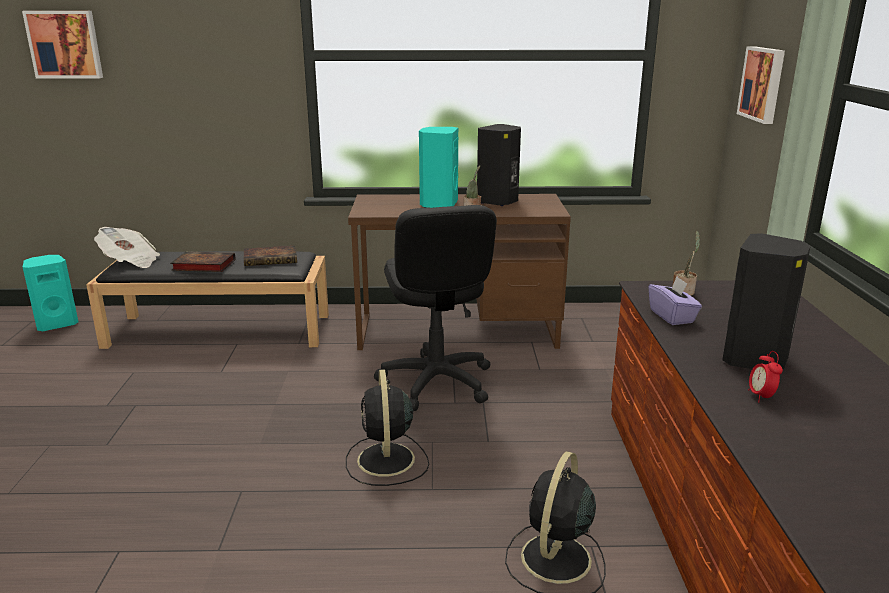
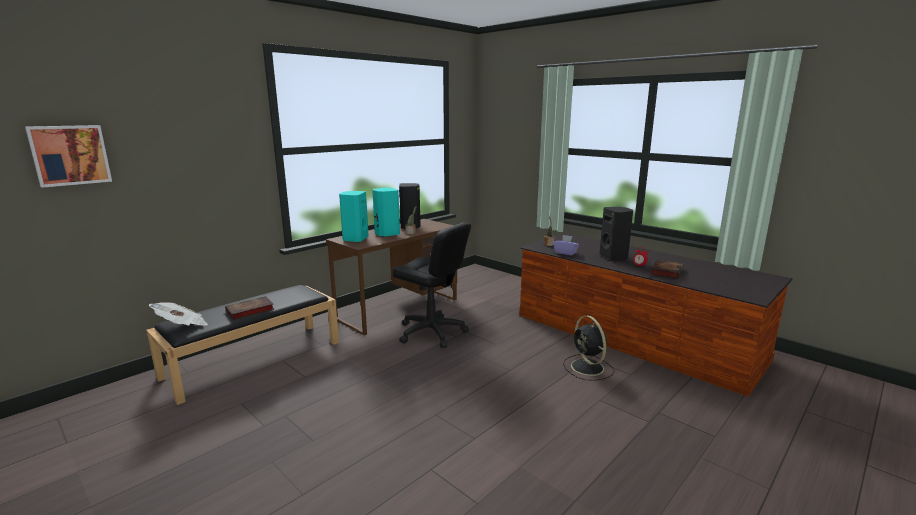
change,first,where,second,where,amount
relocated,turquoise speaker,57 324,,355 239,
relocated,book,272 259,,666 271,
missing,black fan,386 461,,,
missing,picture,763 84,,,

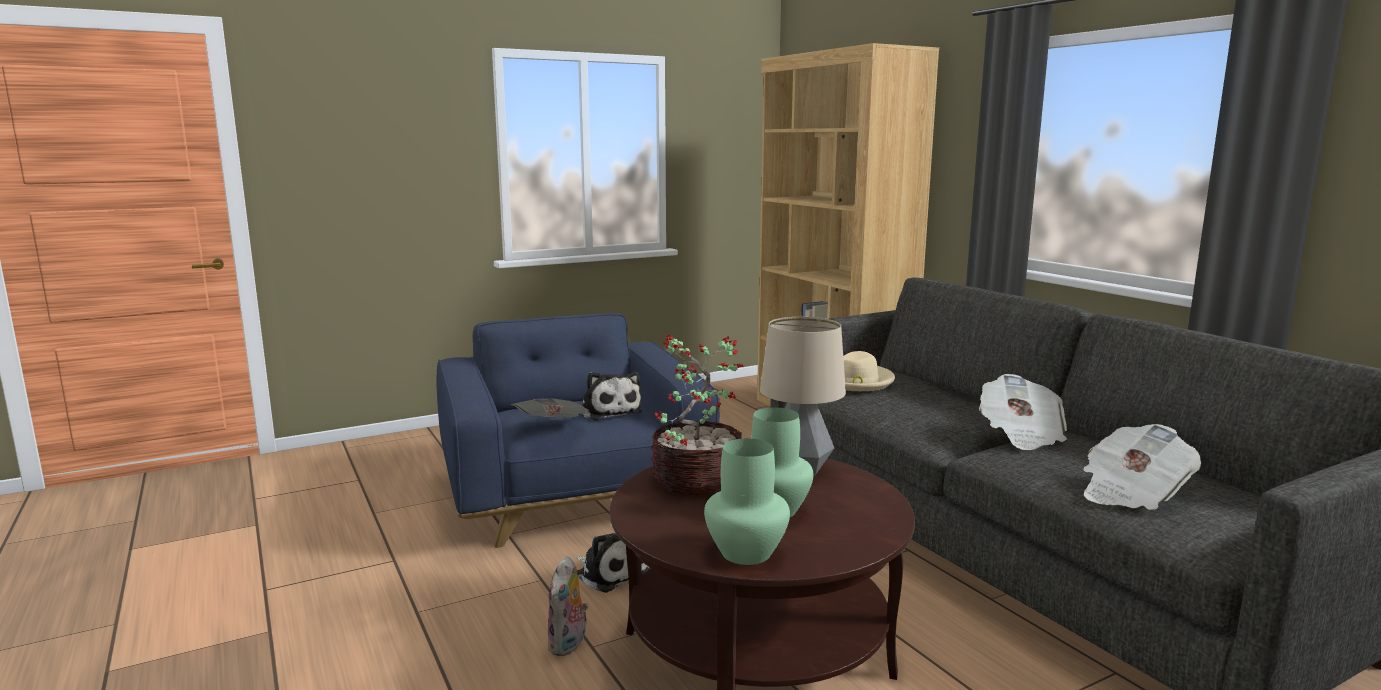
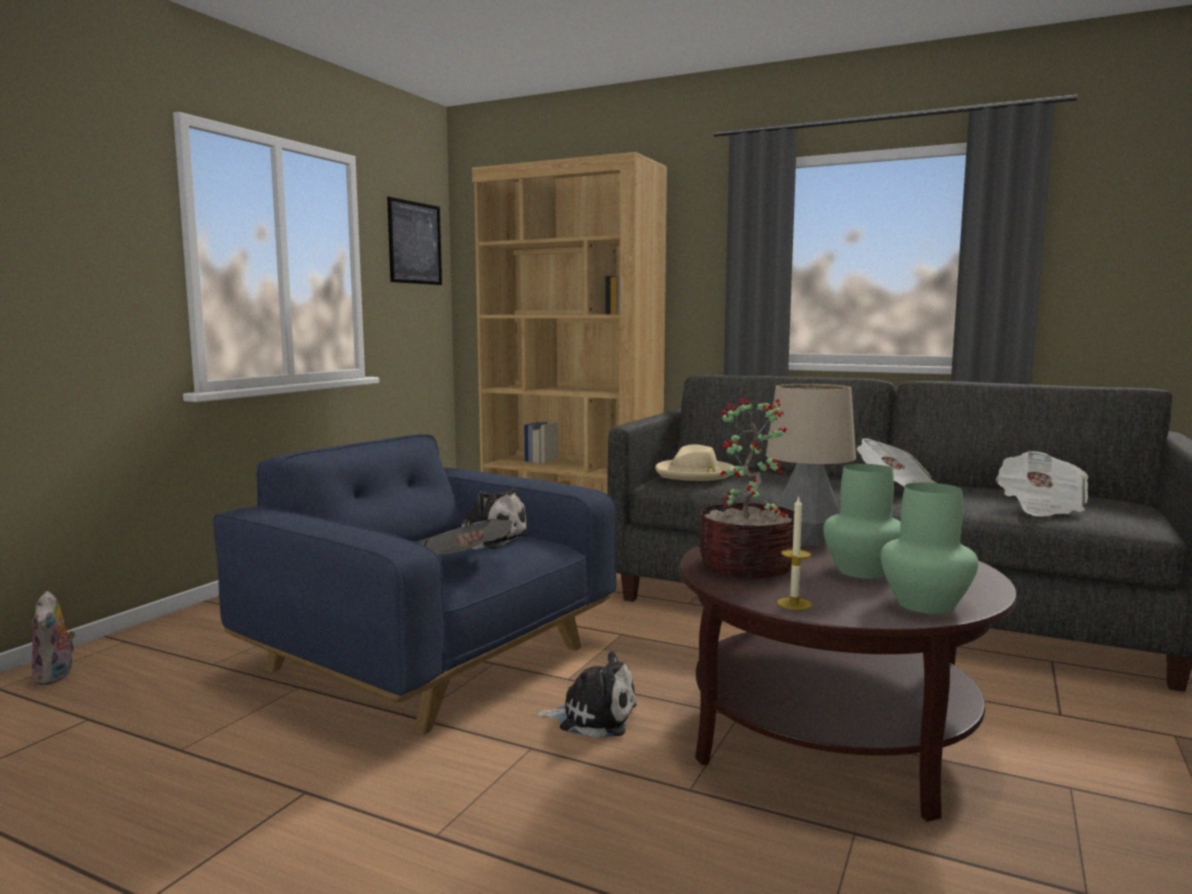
change,first,where,second,where,amount
relocated,plush toy,569 645,,56 676,
appeared,,,picture,415 243,
appeared,,,candle,794 604,

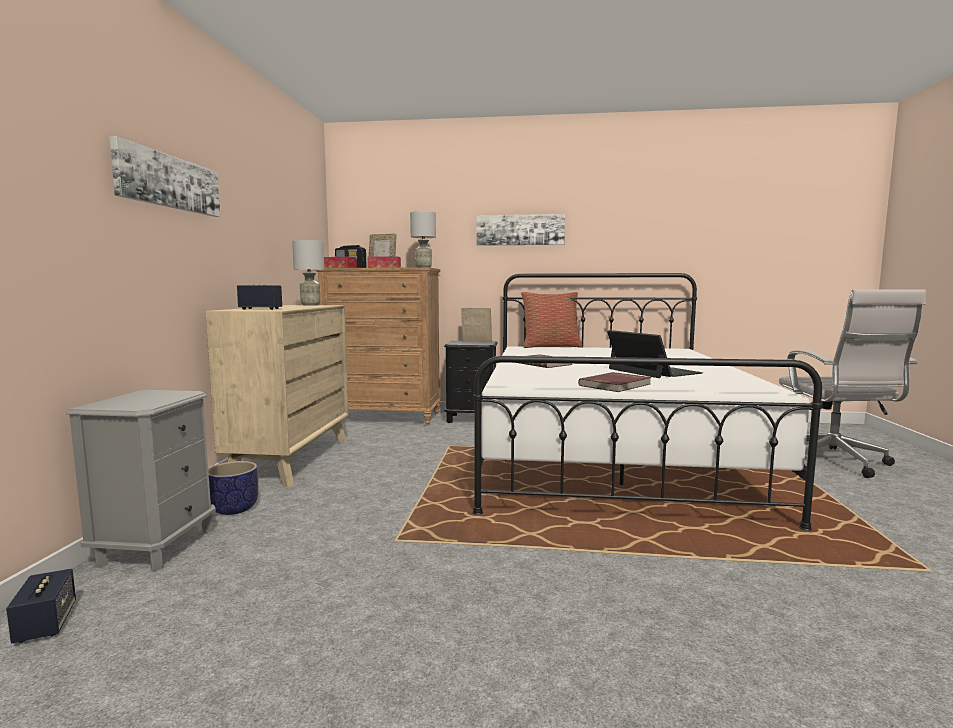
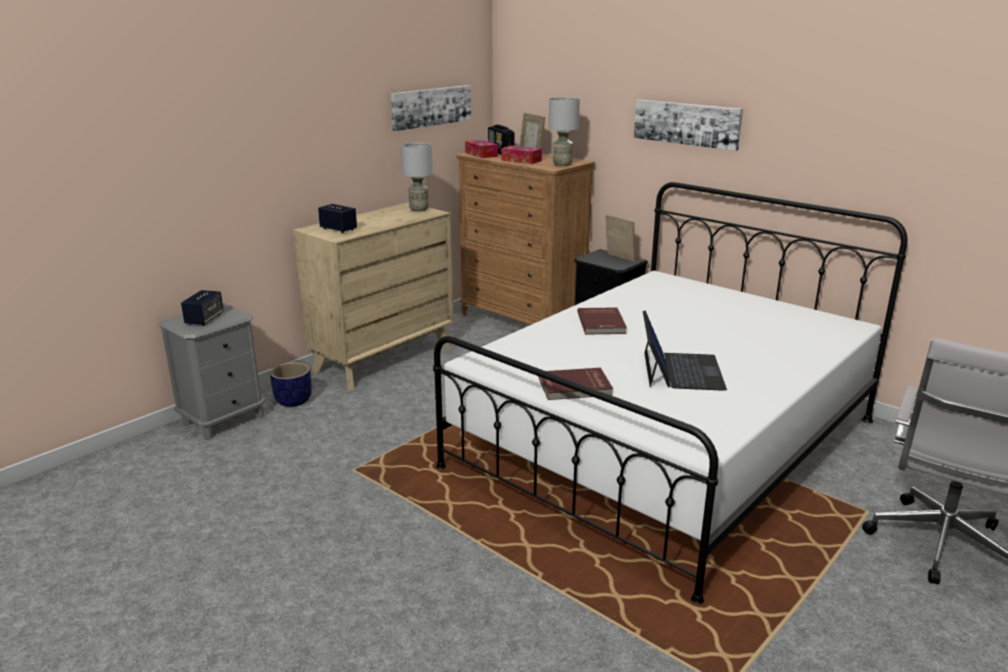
change,first,where,second,where,amount
relocated,speaker,46 624,,204 319,
relocated,picture,169 182,,431 107,
missing,pillow,550 346,,,

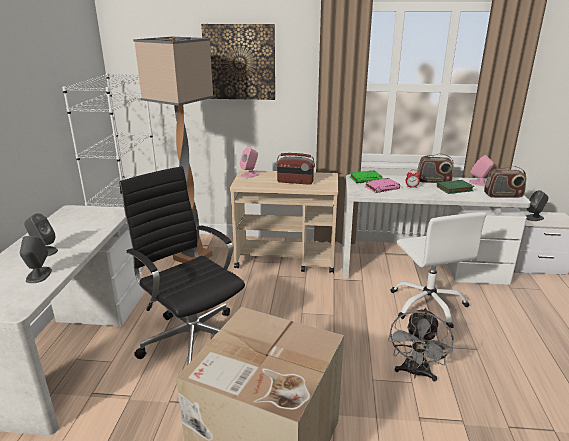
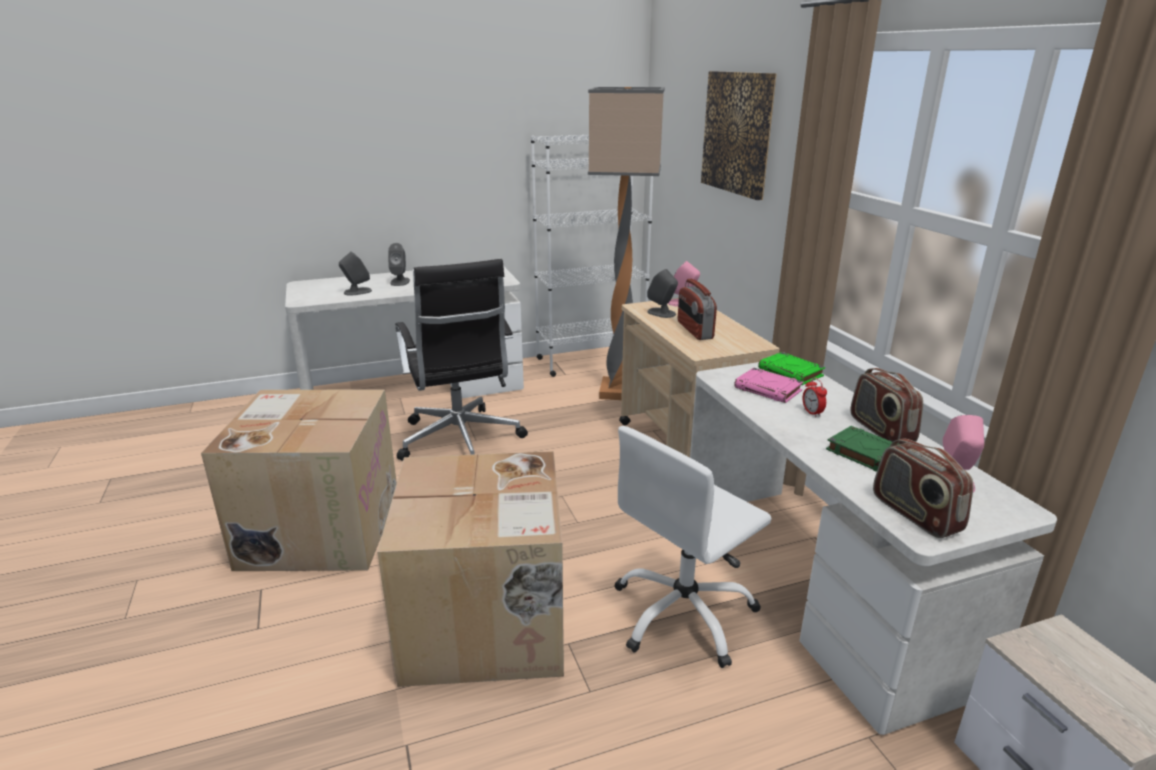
change,first,where,second,where,amount
exchanged,grey fan,415 373,cardboard box,487 623,
spun,black office chair,192 340,,460 441,135 degrees clockwise
relocated,grey speaker,534 217,,661 313,

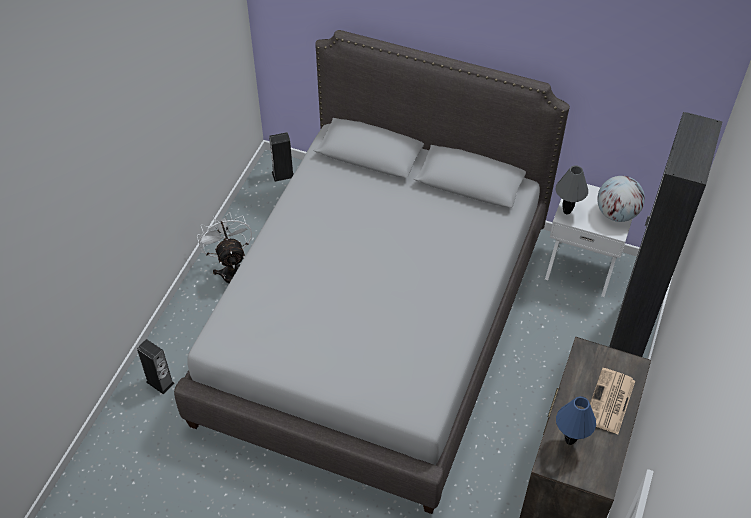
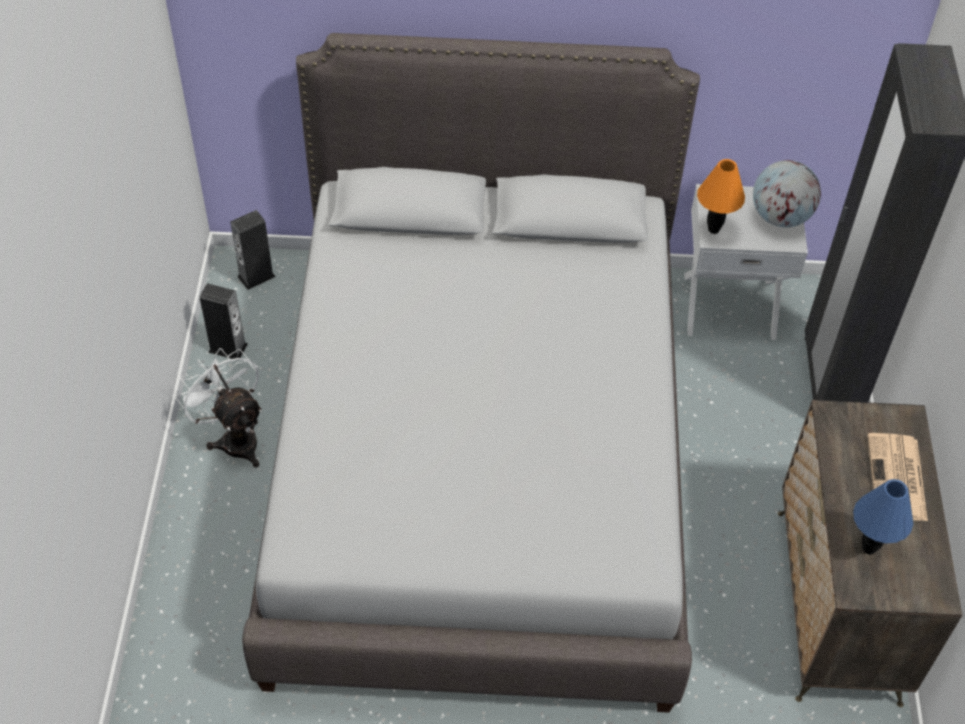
change,first,where,second,where,amount
relocated,speaker,160 382,,228 348,
colour,grey table lamp,566 211,orange table lamp,713 229,

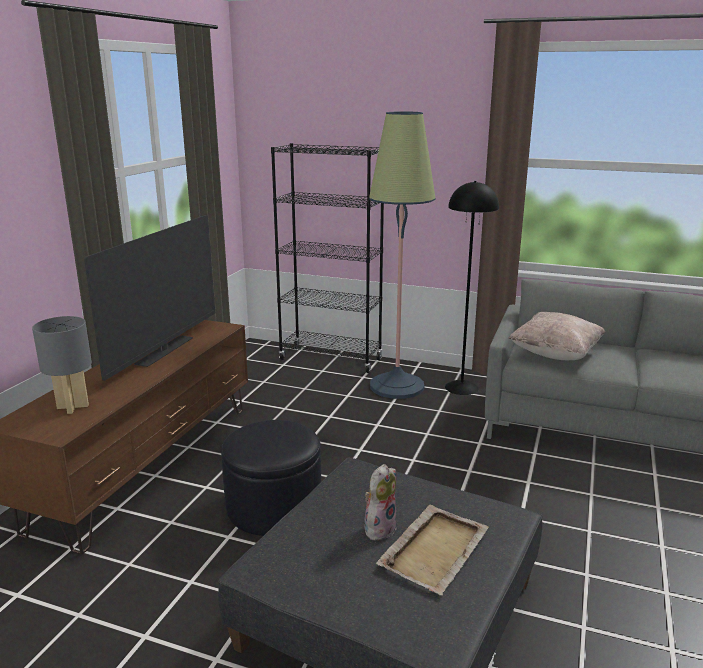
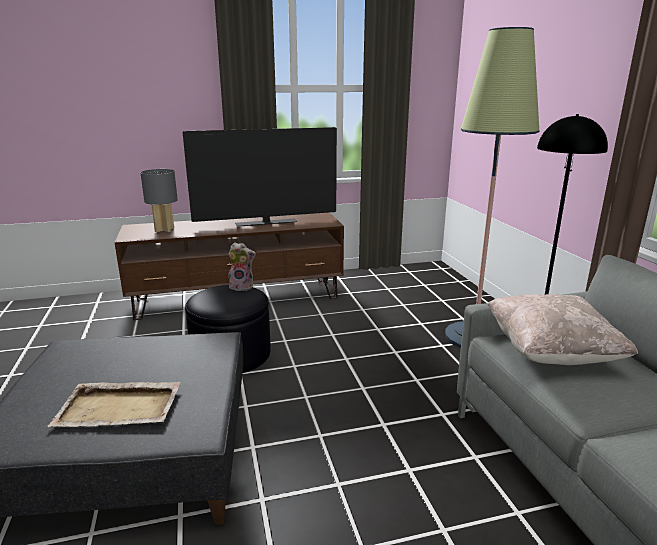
change,first,where,second,where,amount
relocated,plush toy,379 528,,242 287,
missing,black bookcase,331 359,,,

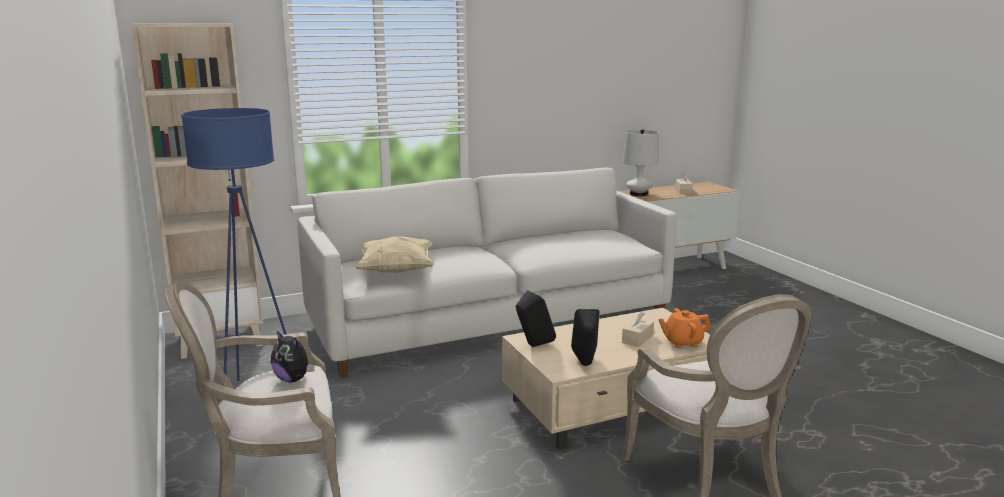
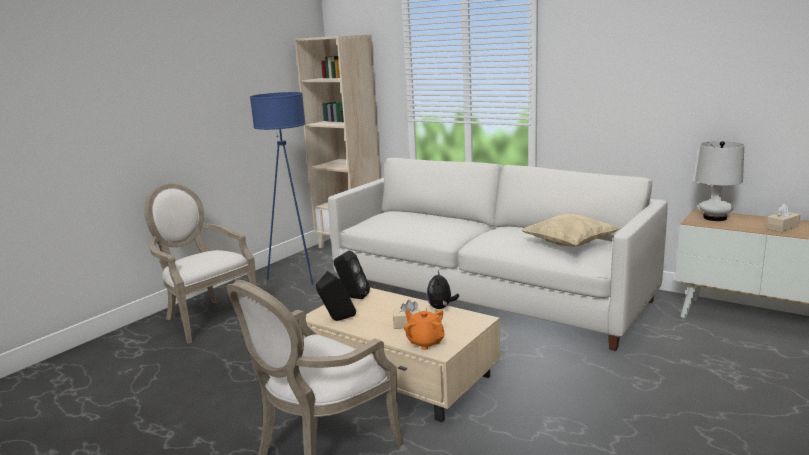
change,first,where,second,where,amount
relocated,plush toy,293 379,,441 307,
relocated,beige pillow,396 271,,569 245,

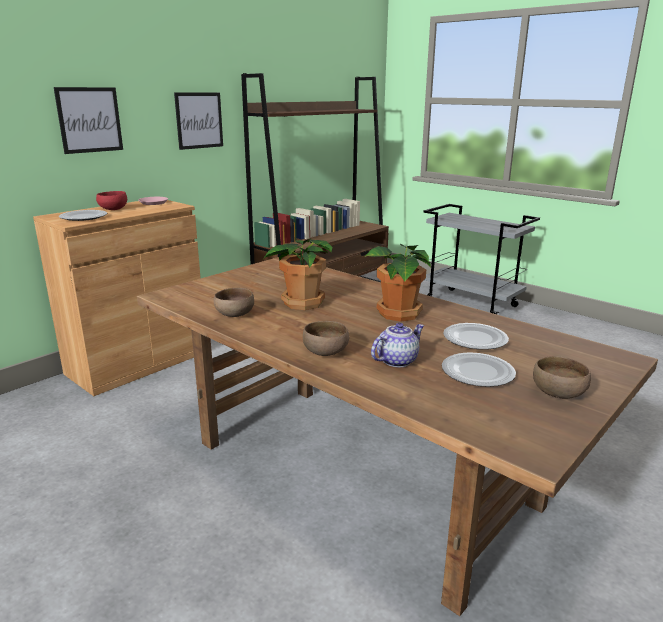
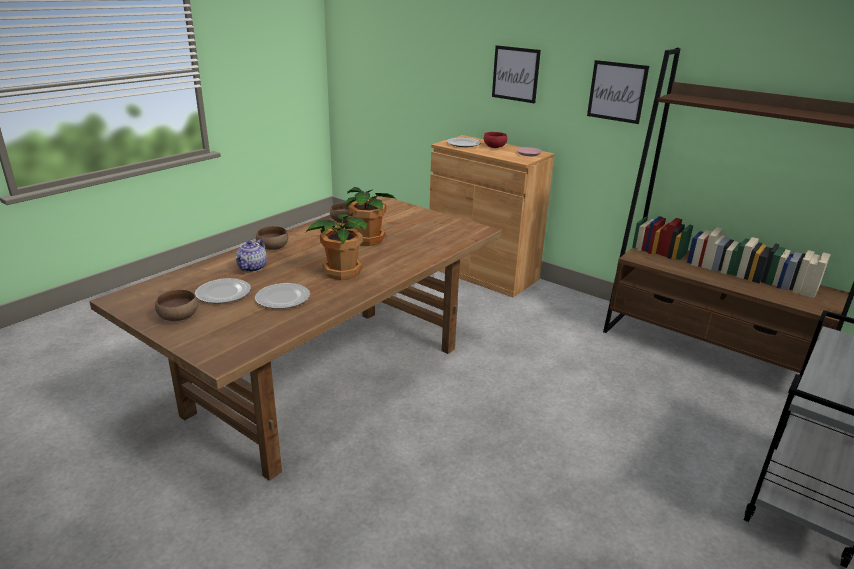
change,first,where,second,where,amount
spun,teapot,396 360,,253 268,60 degrees clockwise

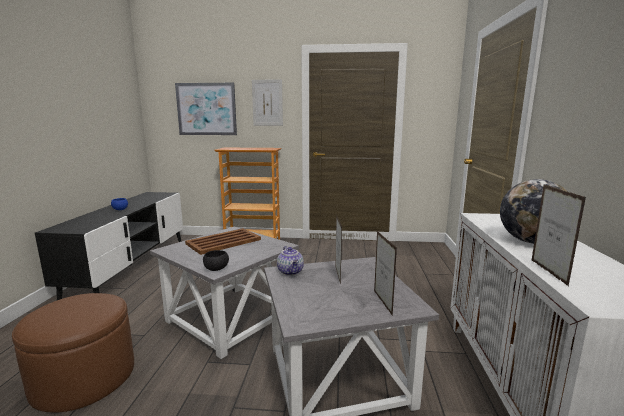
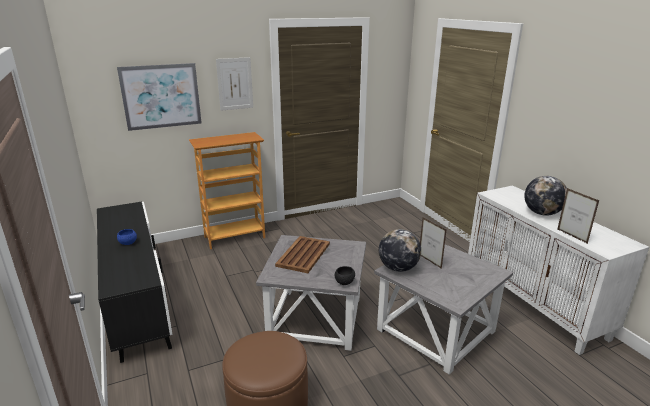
change,first,where,second,where,amount
exchanged,teapot,291 272,globe,398 268,
missing,picture frame,382 303,,,

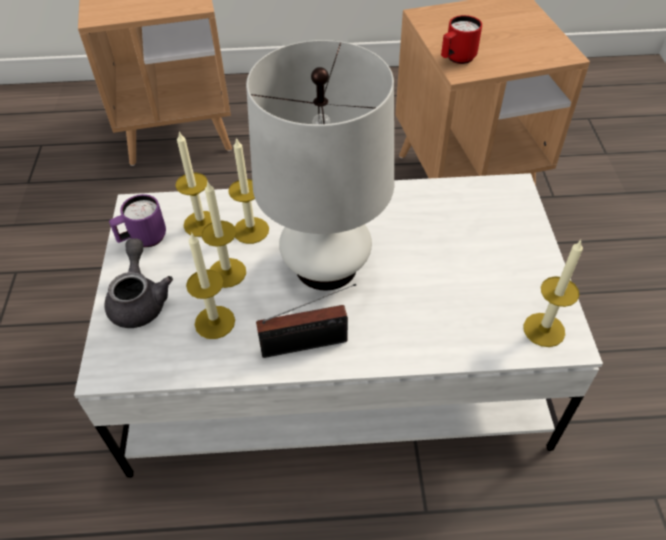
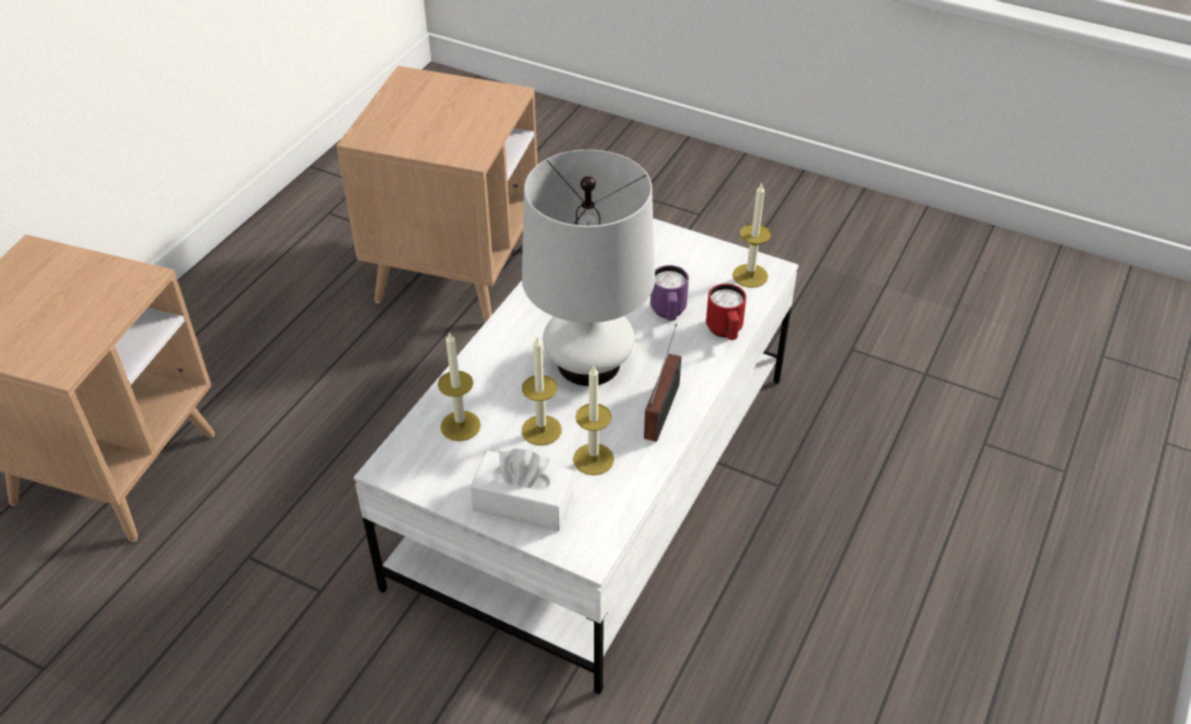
change,first,where,second,where,amount
exchanged,grey teapot,140 300,white tissue box,523 503,
relocated,purple mug,143 240,,668 313,
relocated,red mug,456 59,,725 332,
missing,candle,251 230,,,

